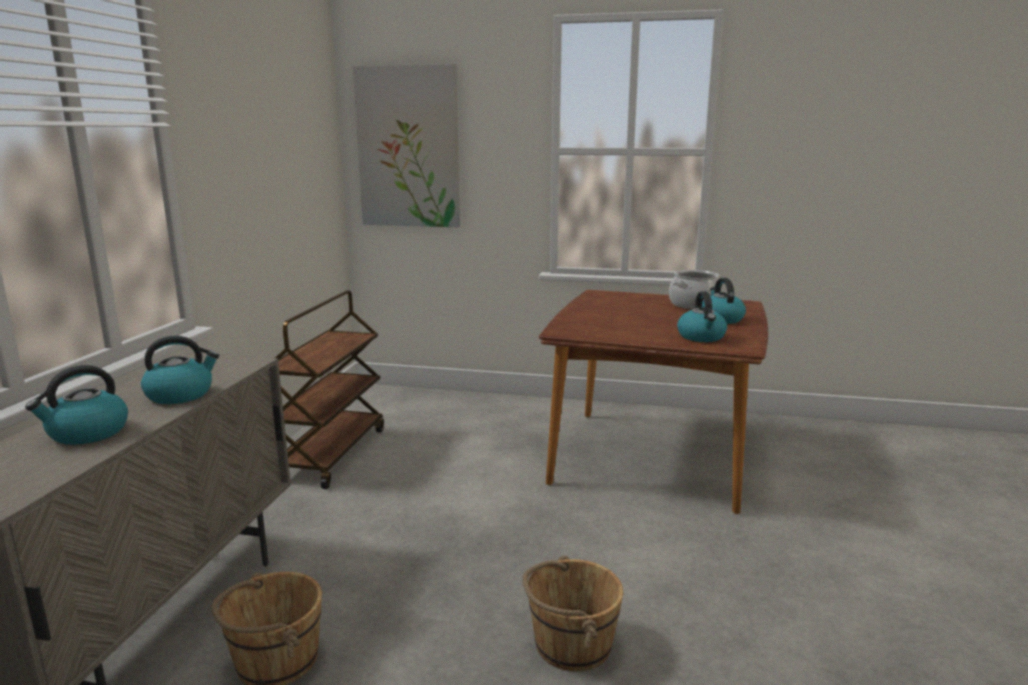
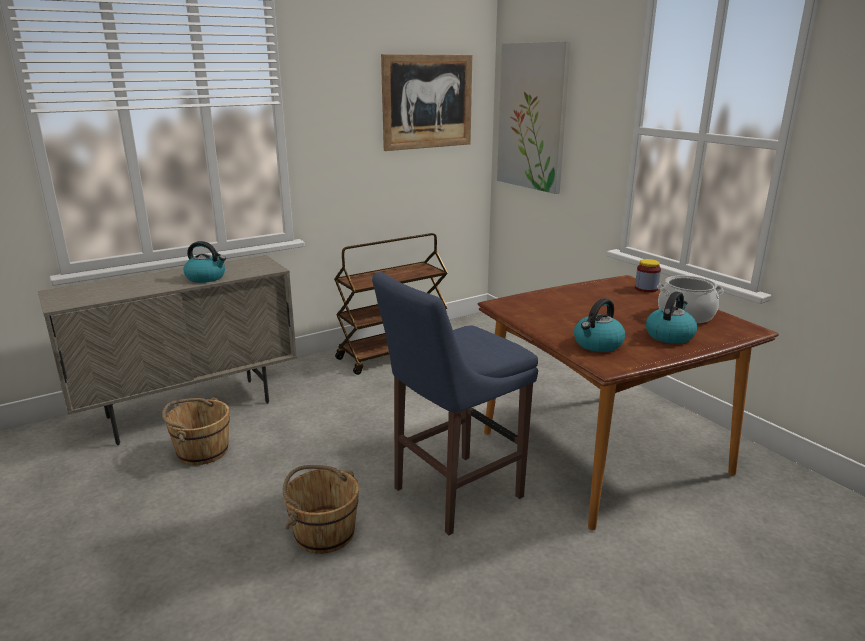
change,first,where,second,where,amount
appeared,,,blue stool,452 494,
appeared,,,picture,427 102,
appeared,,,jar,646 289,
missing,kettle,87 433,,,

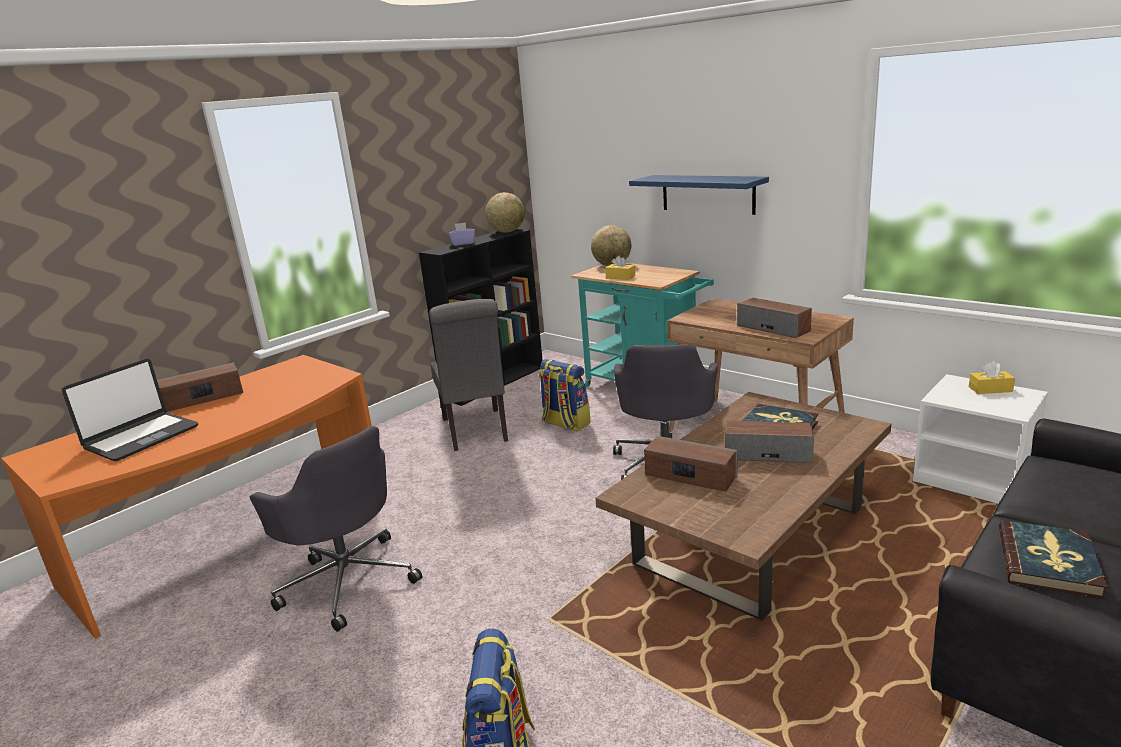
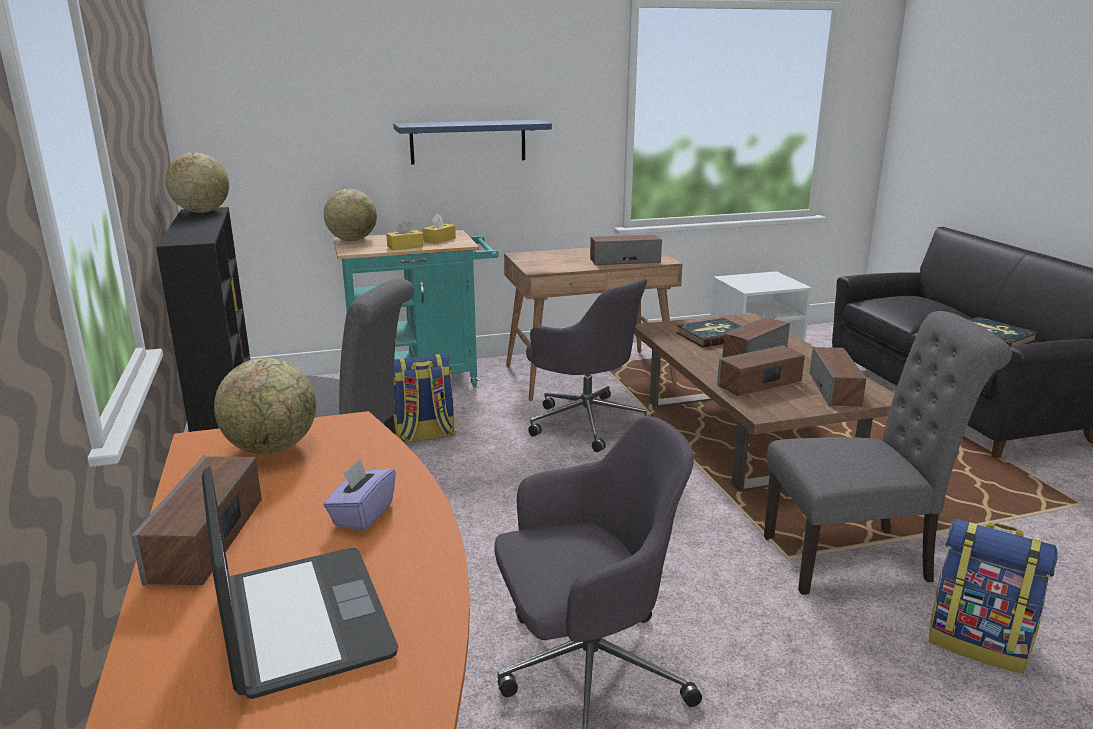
change,first,where,second,where,amount
appeared,,,globe,272 448,
relocated,purple tissue box,462 243,,362 514,
relocated,yellow tissue box,990 389,,439 240,
appeared,,,grey chair,856 558,
appeared,,,speaker,835 389,

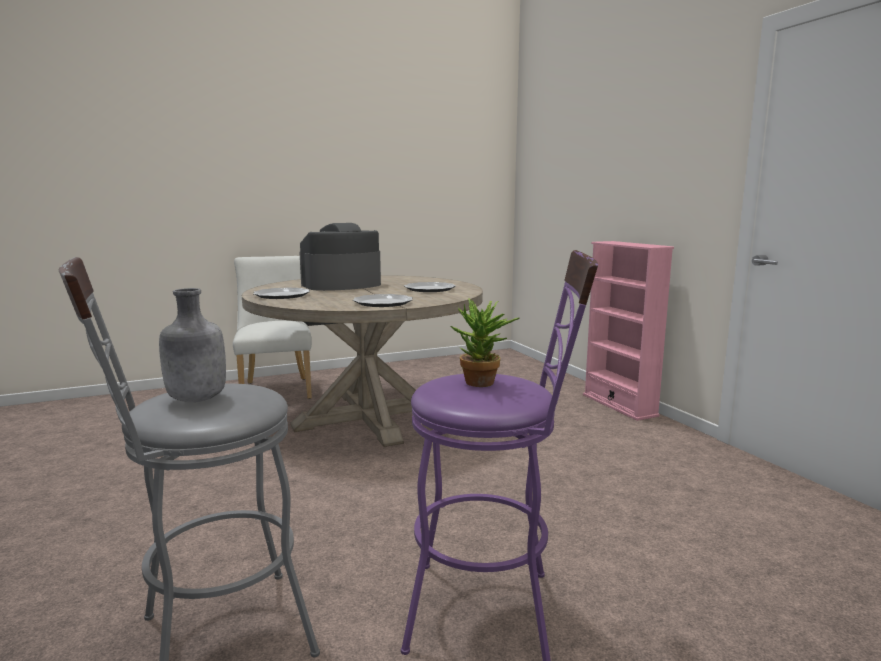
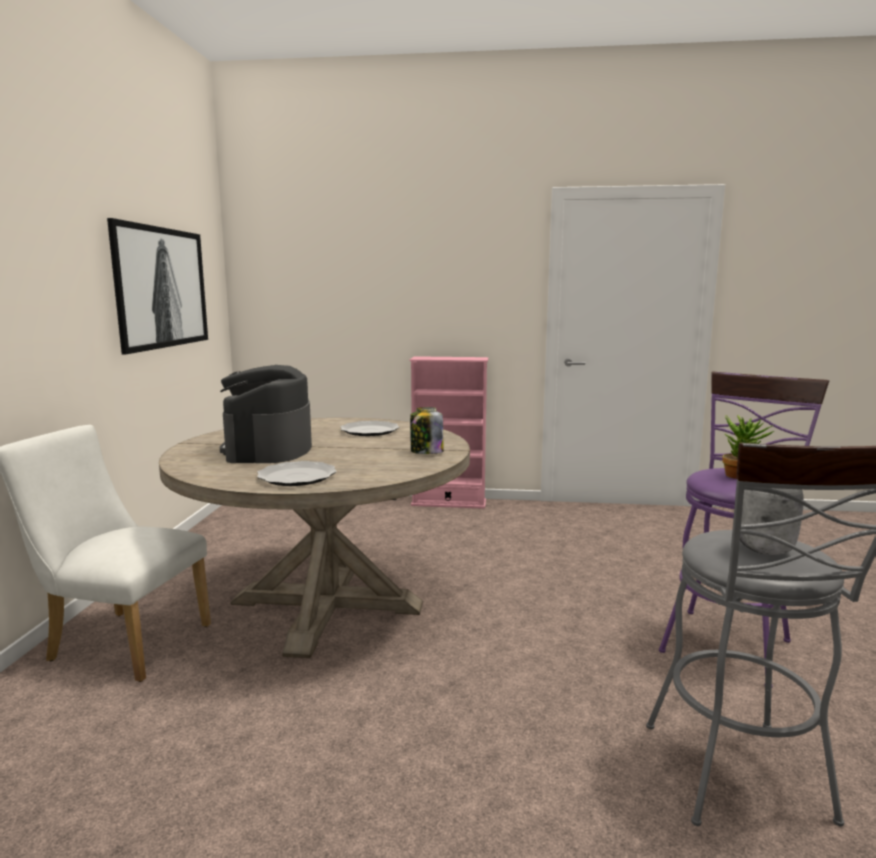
change,first,where,second,where,amount
appeared,,,picture,161 287,
exchanged,plate,382 303,jar,426 452,

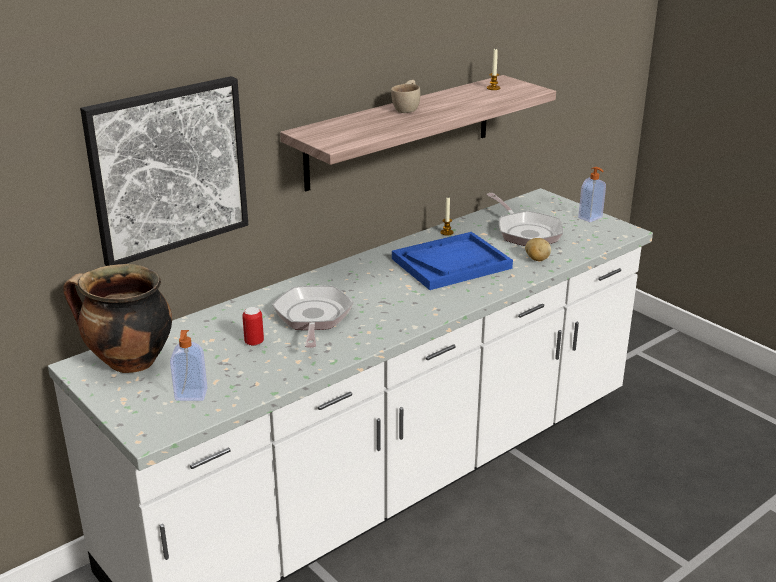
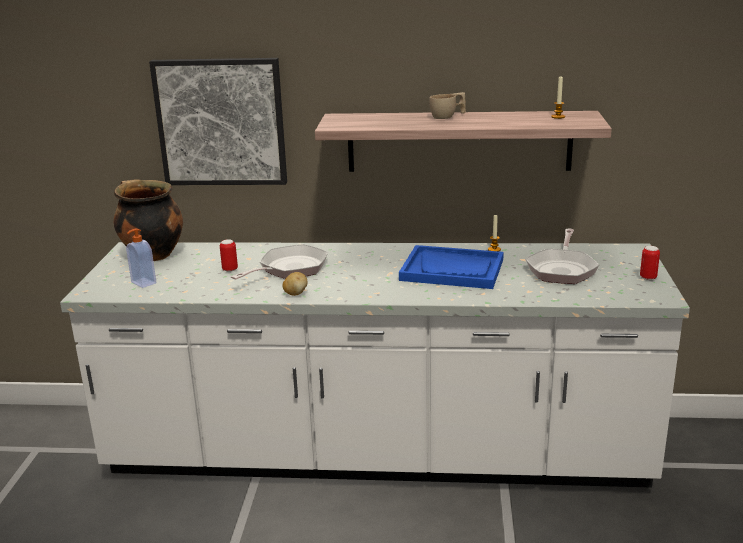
change,first,where,second,where,amount
relocated,potato,536 259,,295 294,
exchanged,soap dispenser,591 218,can,648 277,

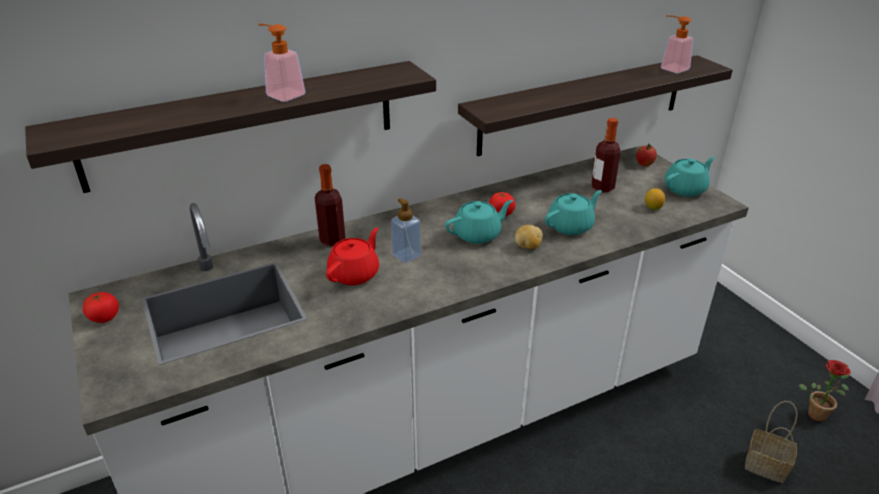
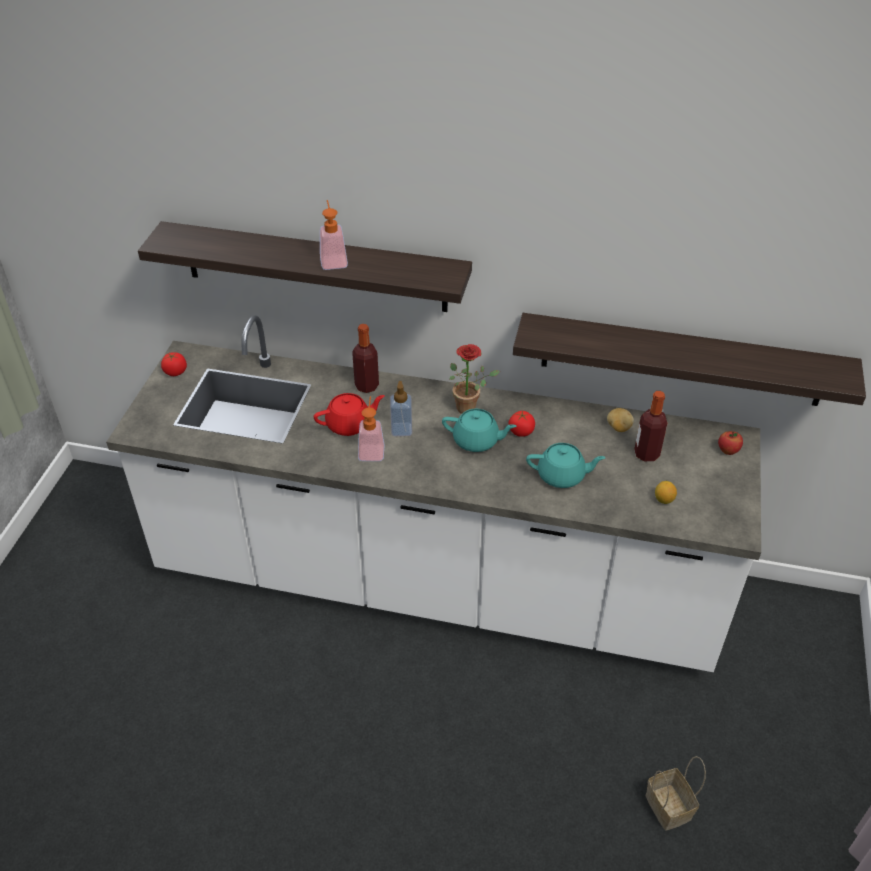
change,first,where,second,where,amount
relocated,soap dispenser,670 68,,371 449,
relocated,potted plant,817 413,,470 407,
relocated,potato,528 246,,618 428,
missing,turquoise teapot,685 189,,,

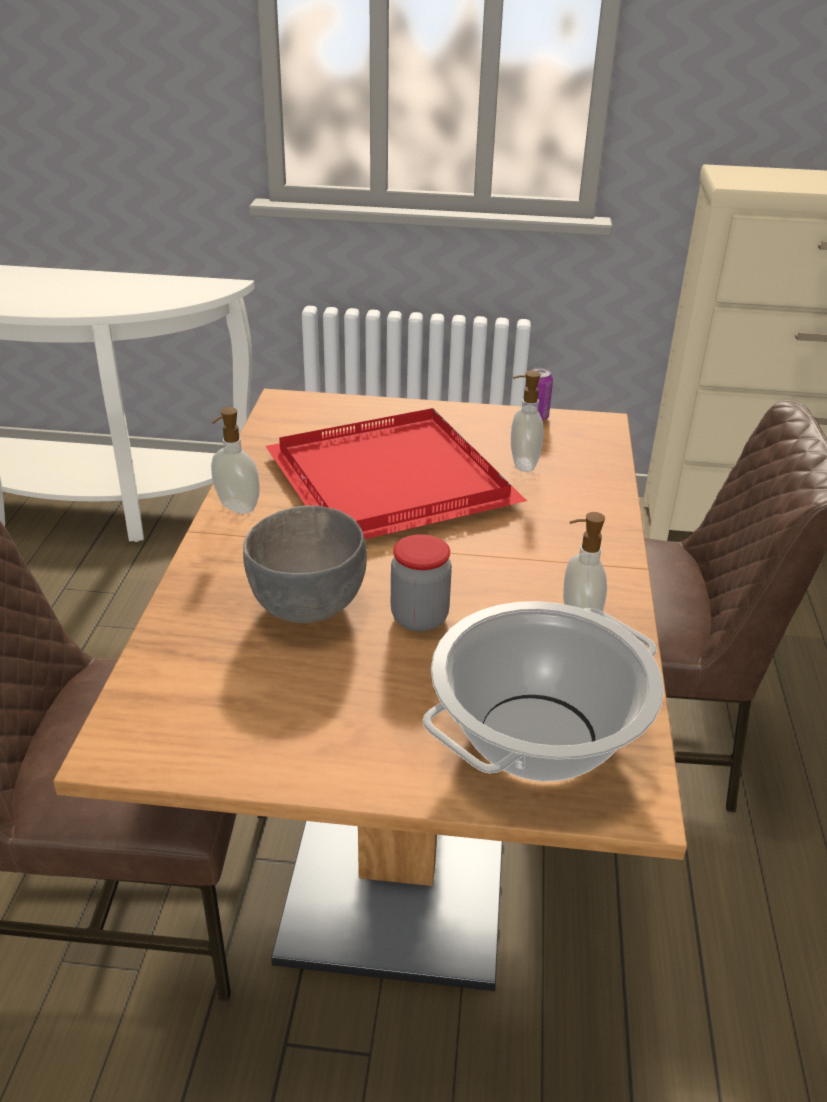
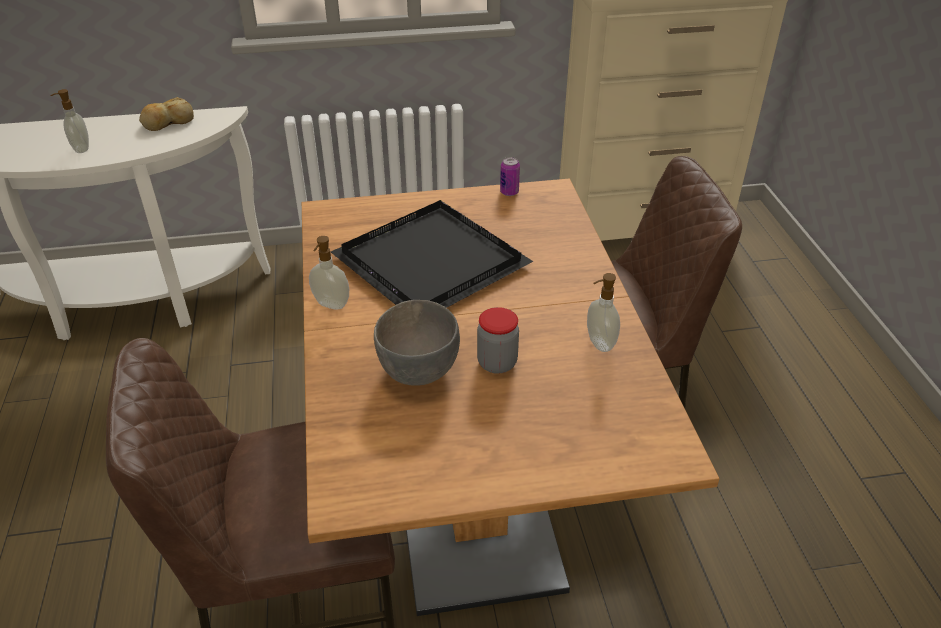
change,first,where,second,where,amount
relocated,soap dispenser,522 464,,81 149,
appeared,,,bread,167 122,
colour,red tray,386 479,black tray,427 262,
missing,cooking pot,537 736,,,

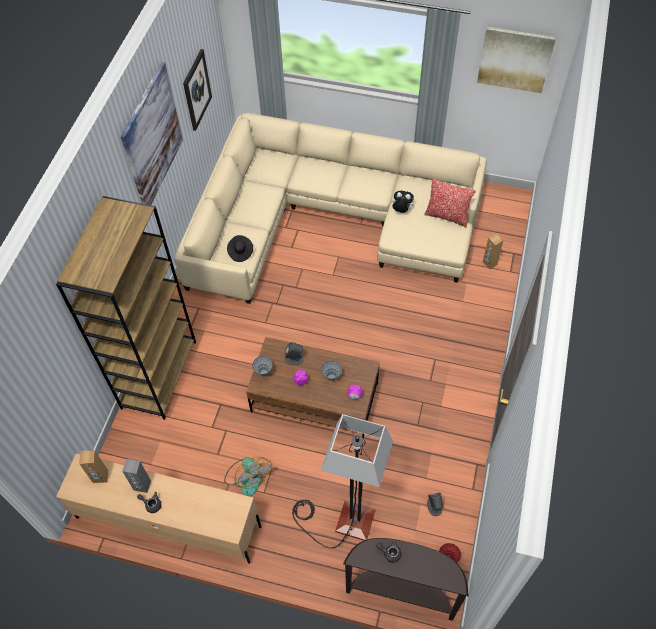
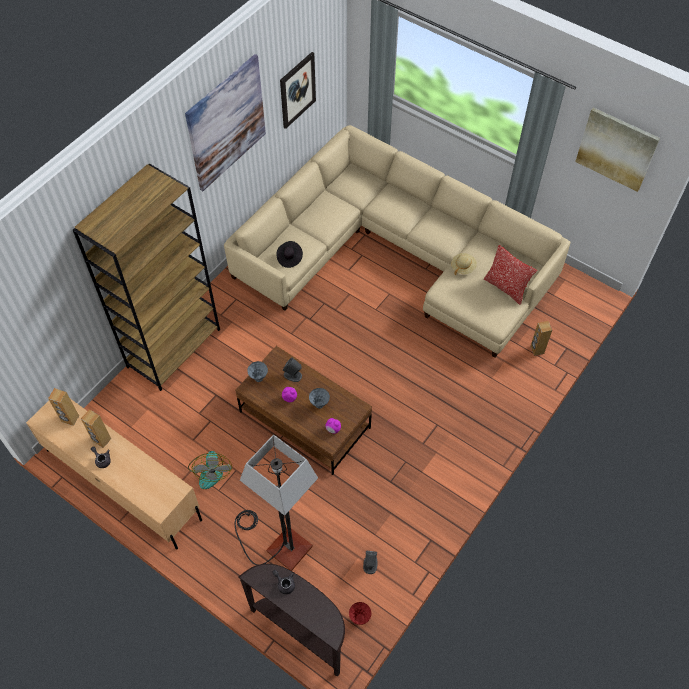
change,first,where,second,where,amount
colour,grey speaker,142 485,brown speaker,101 440,
exchanged,plush toy,401 210,beige hat,463 267,

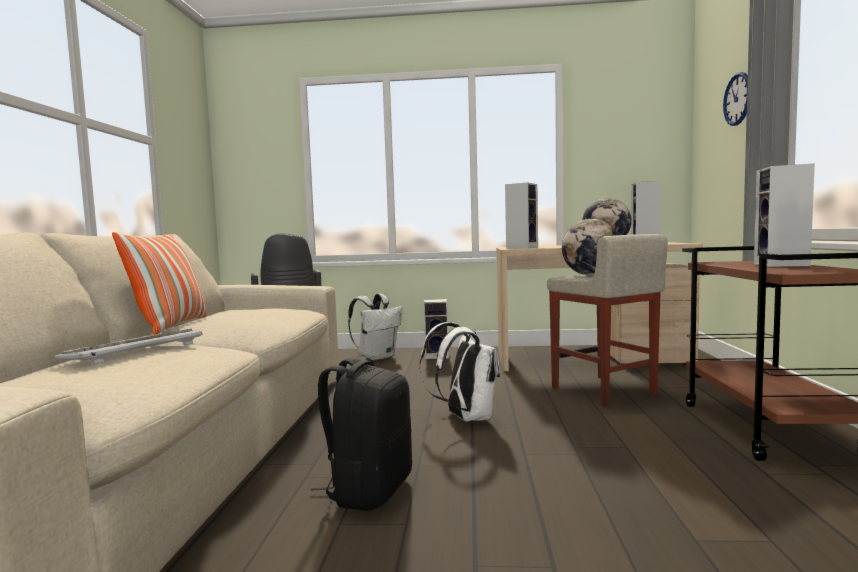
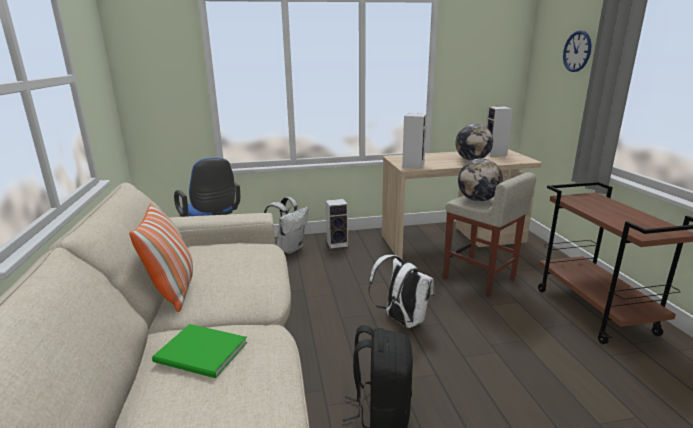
change,first,where,second,where,amount
exchanged,keyboard,133 351,green book,202 354,
missing,speaker,782 265,,,

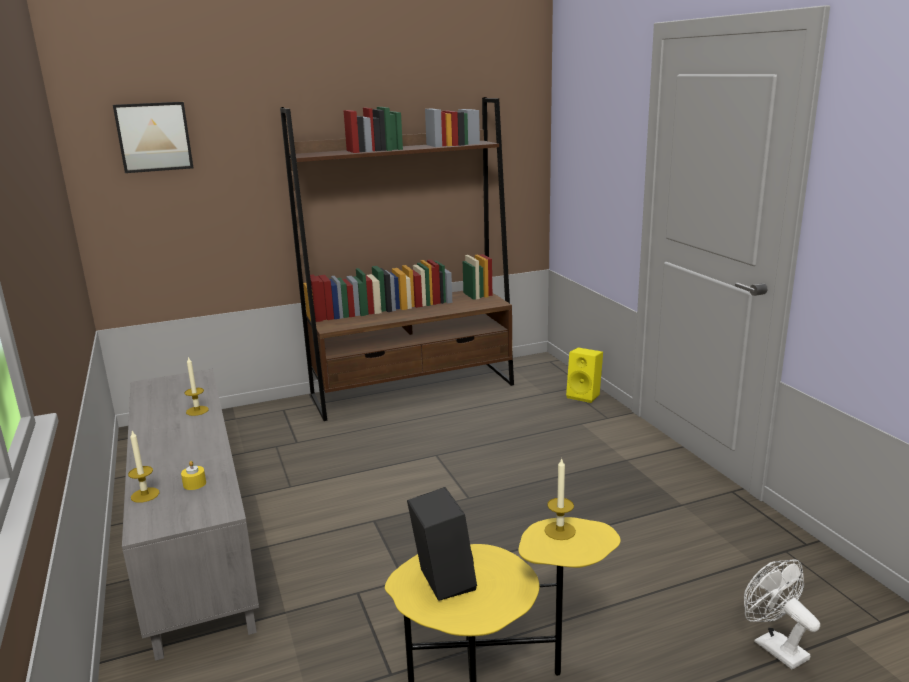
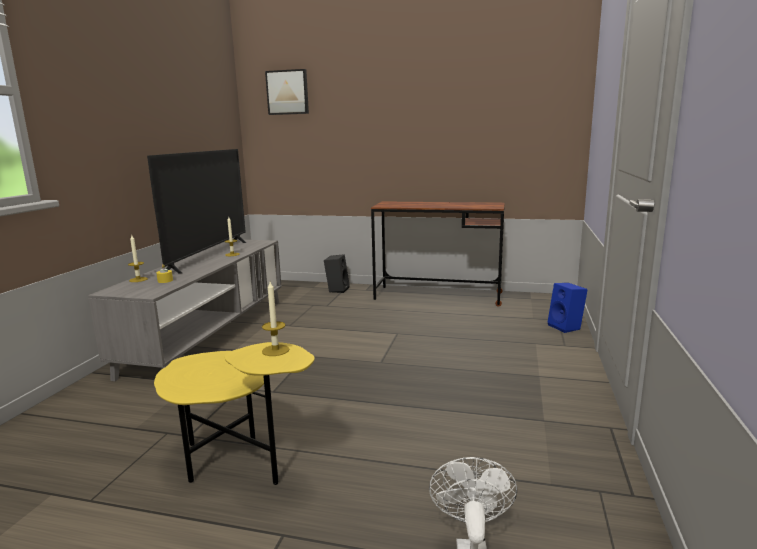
change,first,where,second,where,amount
appeared,,,television,209 256,
relocated,black speaker,441 581,,337 289,
exchanged,brown bookcase,413 390,brown desk,438 296,
colour,yellow speaker,585 395,blue speaker,566 327,

